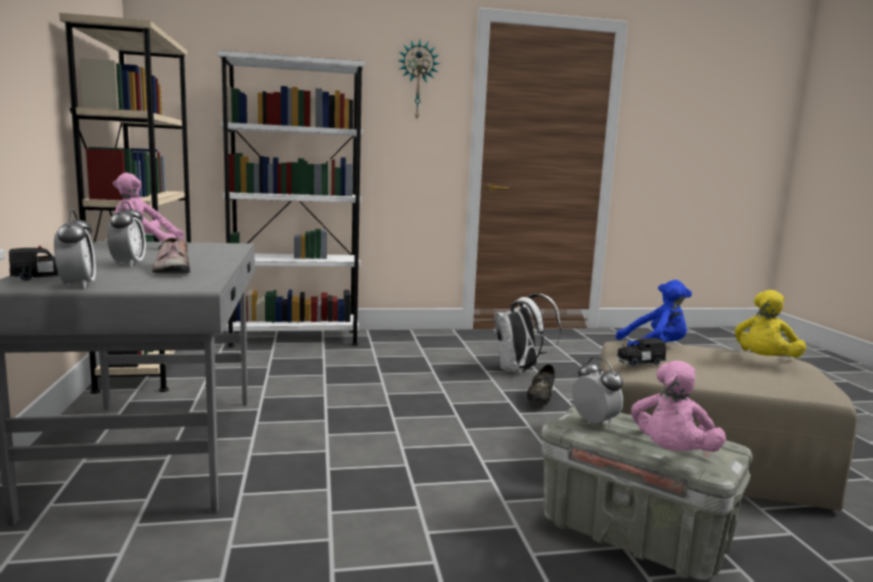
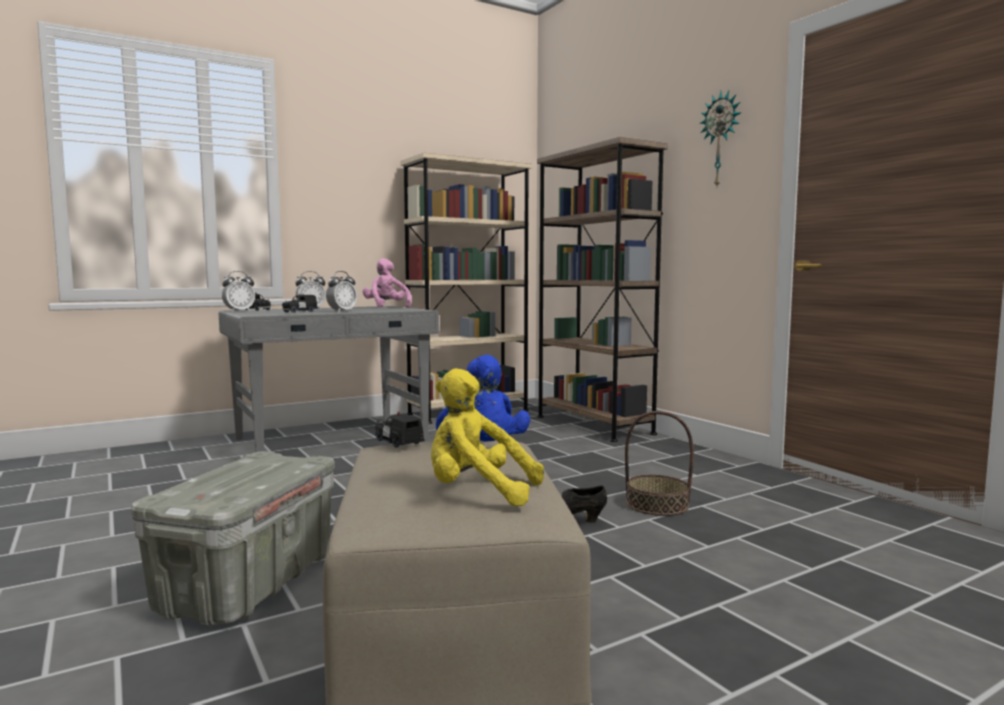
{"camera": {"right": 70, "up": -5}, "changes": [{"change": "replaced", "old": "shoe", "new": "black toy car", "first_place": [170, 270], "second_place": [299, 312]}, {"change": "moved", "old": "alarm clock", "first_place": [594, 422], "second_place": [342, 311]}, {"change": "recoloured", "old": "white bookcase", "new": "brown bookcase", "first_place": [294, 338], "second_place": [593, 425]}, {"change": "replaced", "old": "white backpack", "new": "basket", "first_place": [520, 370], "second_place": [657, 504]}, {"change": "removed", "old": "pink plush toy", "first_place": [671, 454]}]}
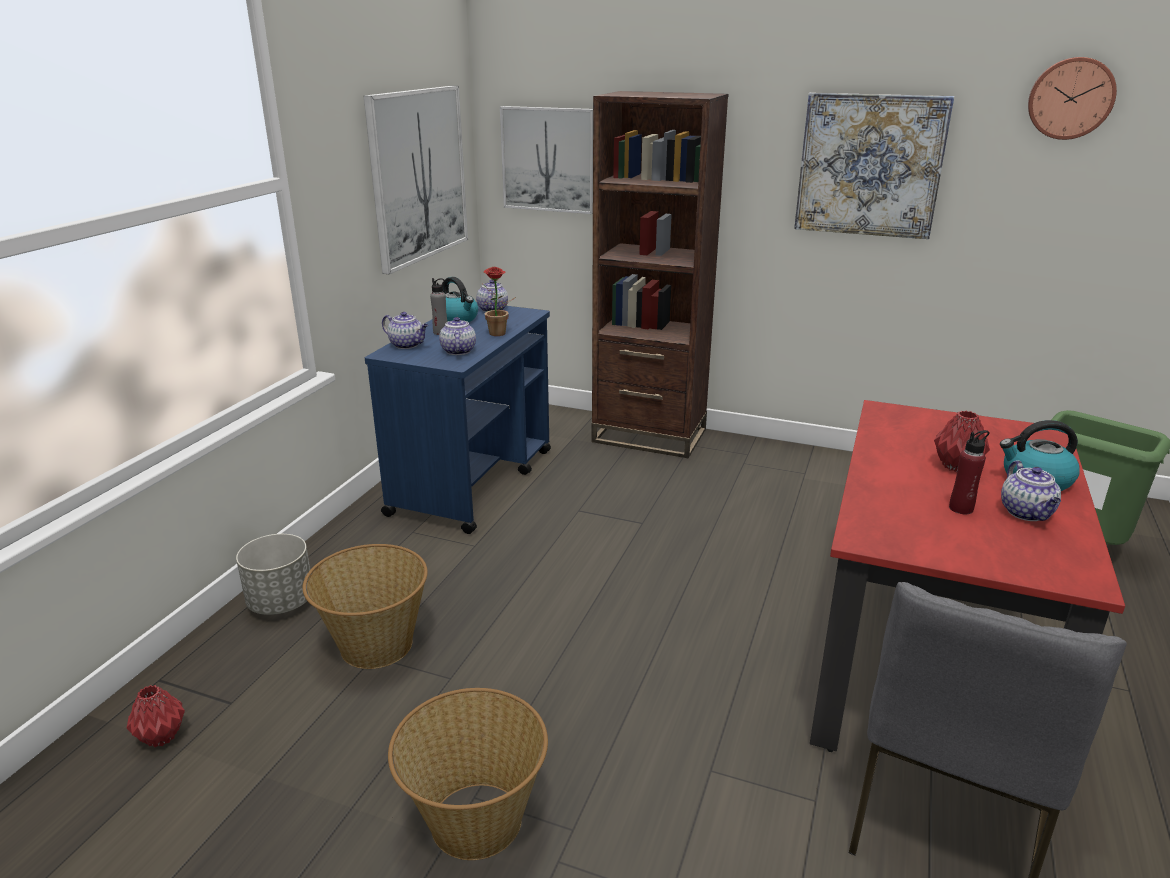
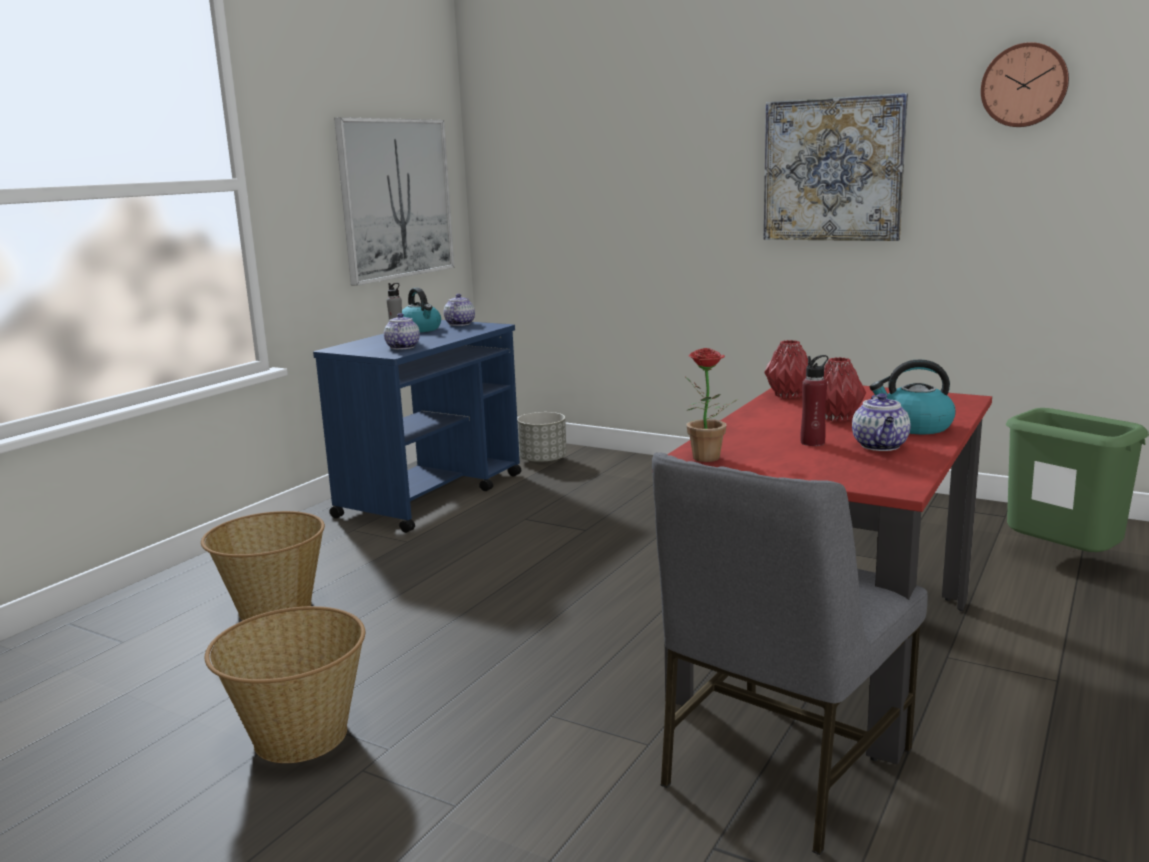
{"camera": {"right": 10, "up": -10}, "changes": [{"change": "moved", "old": "grey planter", "first_place": [281, 602], "second_place": [543, 461]}, {"change": "moved", "old": "potted plant", "first_place": [498, 334], "second_place": [708, 459]}, {"change": "moved", "old": "red vase", "first_place": [160, 737], "second_place": [787, 396]}, {"change": "removed", "old": "teapot", "first_place": [407, 345]}, {"change": "removed", "old": "picture", "first_place": [549, 159]}, {"change": "removed", "old": "brown bookcase", "first_place": [649, 436]}]}
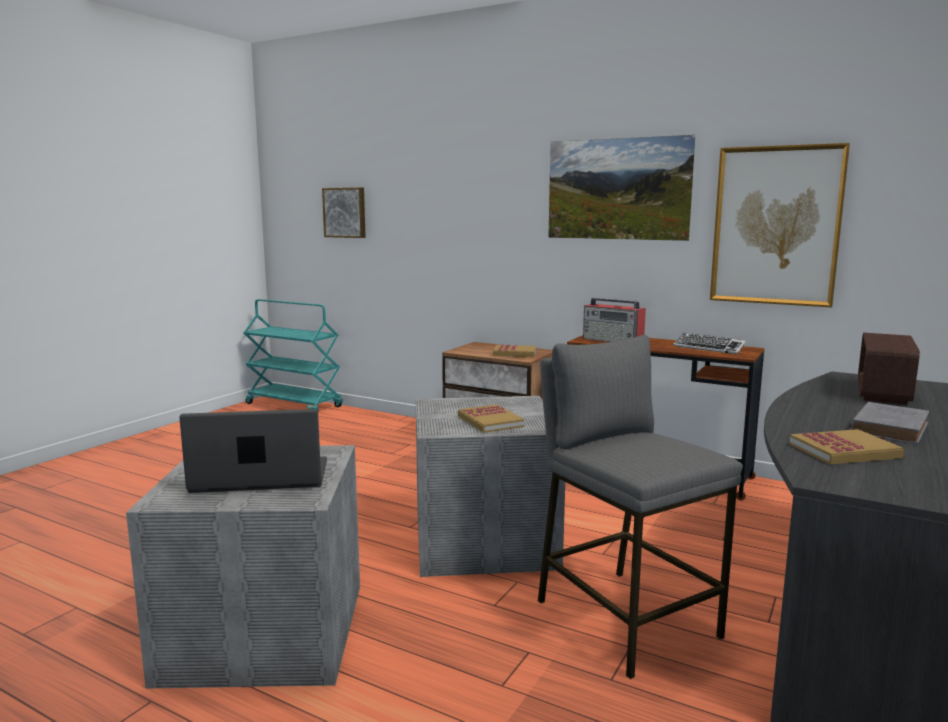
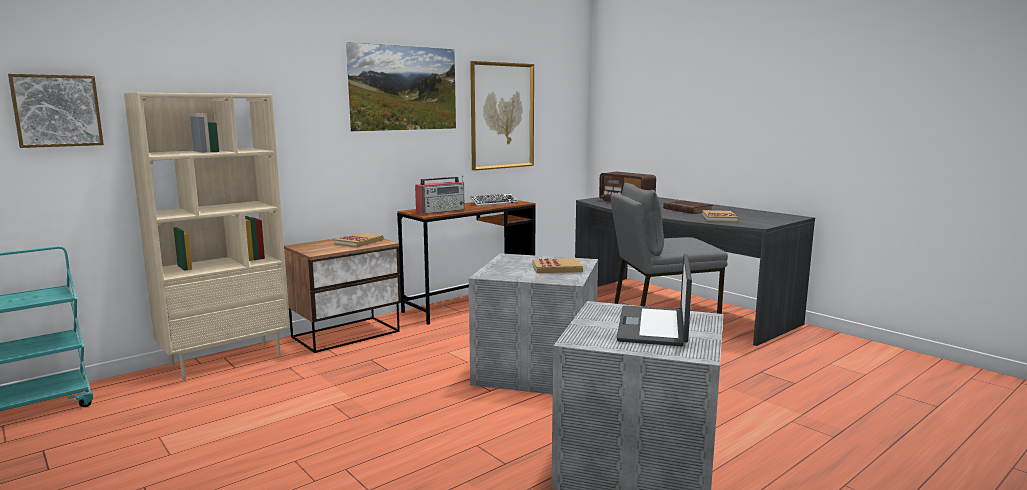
{"camera": {"right": -70, "up": 0}, "changes": [{"change": "added", "new": "beige bookcase", "second_place": [227, 360]}, {"change": "recoloured", "old": "grey book", "new": "brown book", "first_place": [889, 427], "second_place": [686, 210]}]}
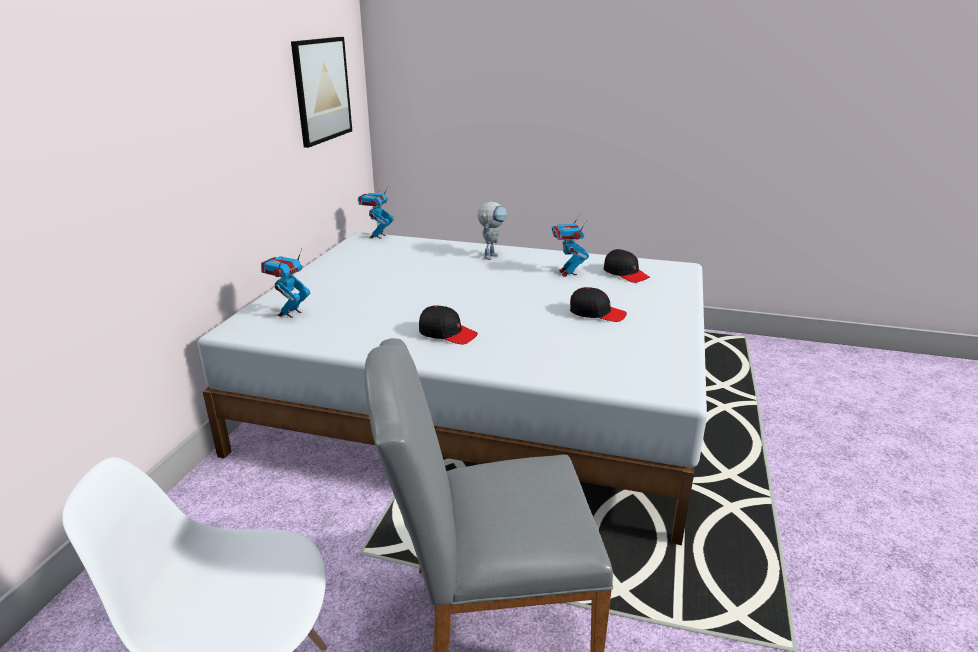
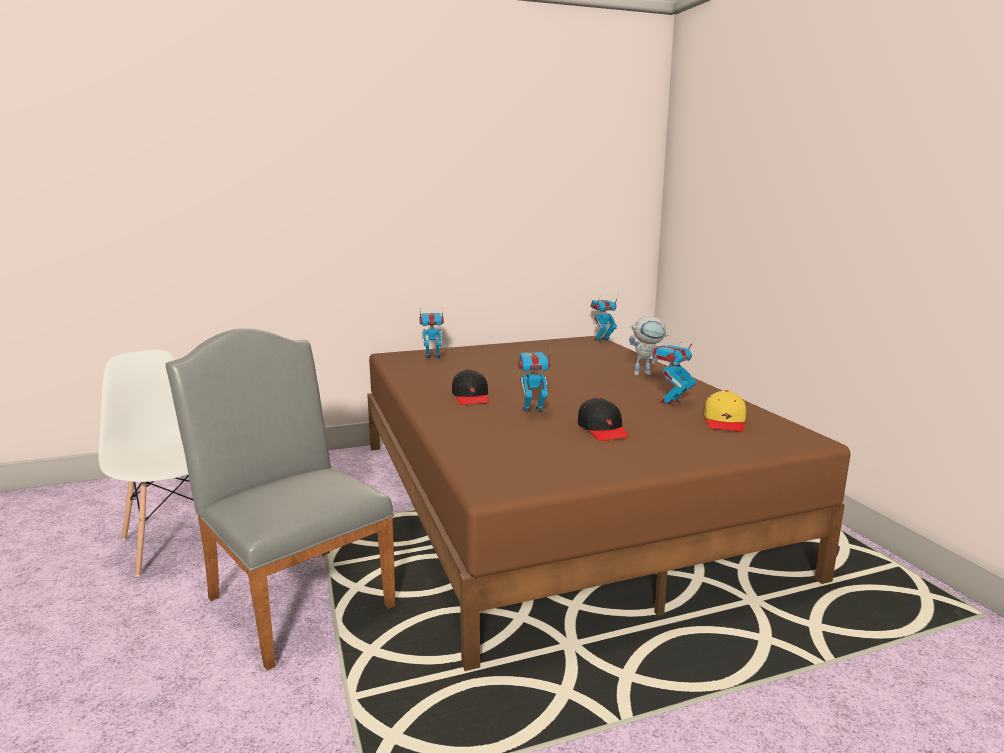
{"camera": {"right": 55, "up": -10}, "changes": [{"change": "recoloured", "old": "white bed", "new": "brown bed", "first_place": [480, 400], "second_place": [555, 501]}, {"change": "added", "new": "toy robot", "second_place": [532, 412]}, {"change": "recoloured", "old": "black cap", "new": "yellow cap", "first_place": [625, 273], "second_place": [725, 421]}, {"change": "removed", "old": "picture", "first_place": [322, 90]}]}
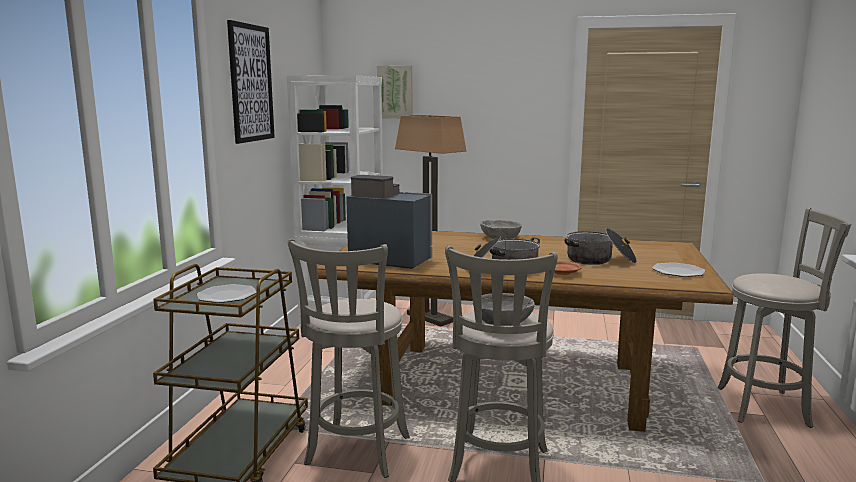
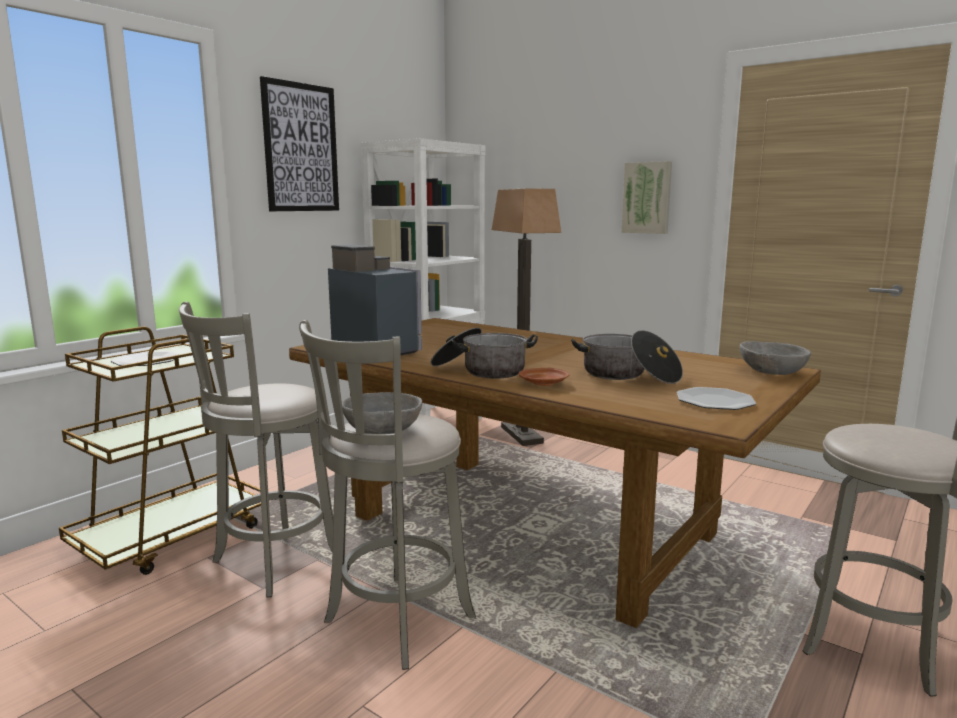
{"camera": {"right": 25, "up": 0}, "changes": [{"change": "moved", "old": "picture", "first_place": [395, 92], "second_place": [647, 198]}, {"change": "moved", "old": "grey bowl", "first_place": [500, 238], "second_place": [771, 372]}]}
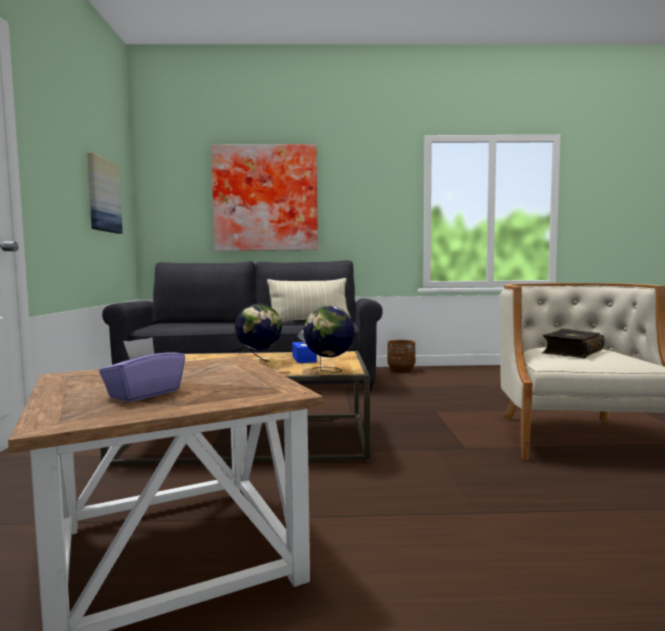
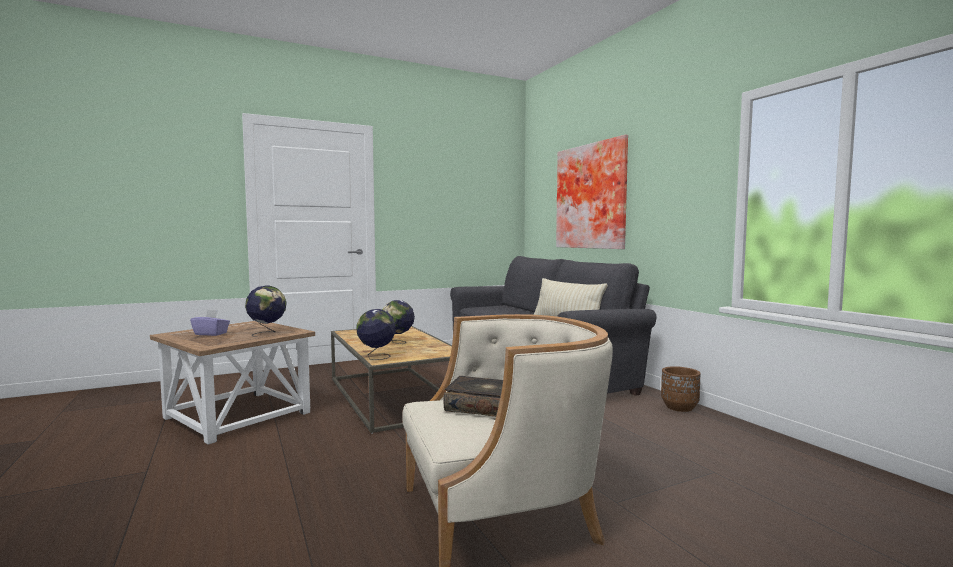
{"camera": {"right": 65, "up": 0}, "changes": [{"change": "added", "new": "globe", "second_place": [267, 333]}, {"change": "removed", "old": "picture", "first_place": [103, 195]}, {"change": "removed", "old": "blue tissue box", "first_place": [304, 359]}]}
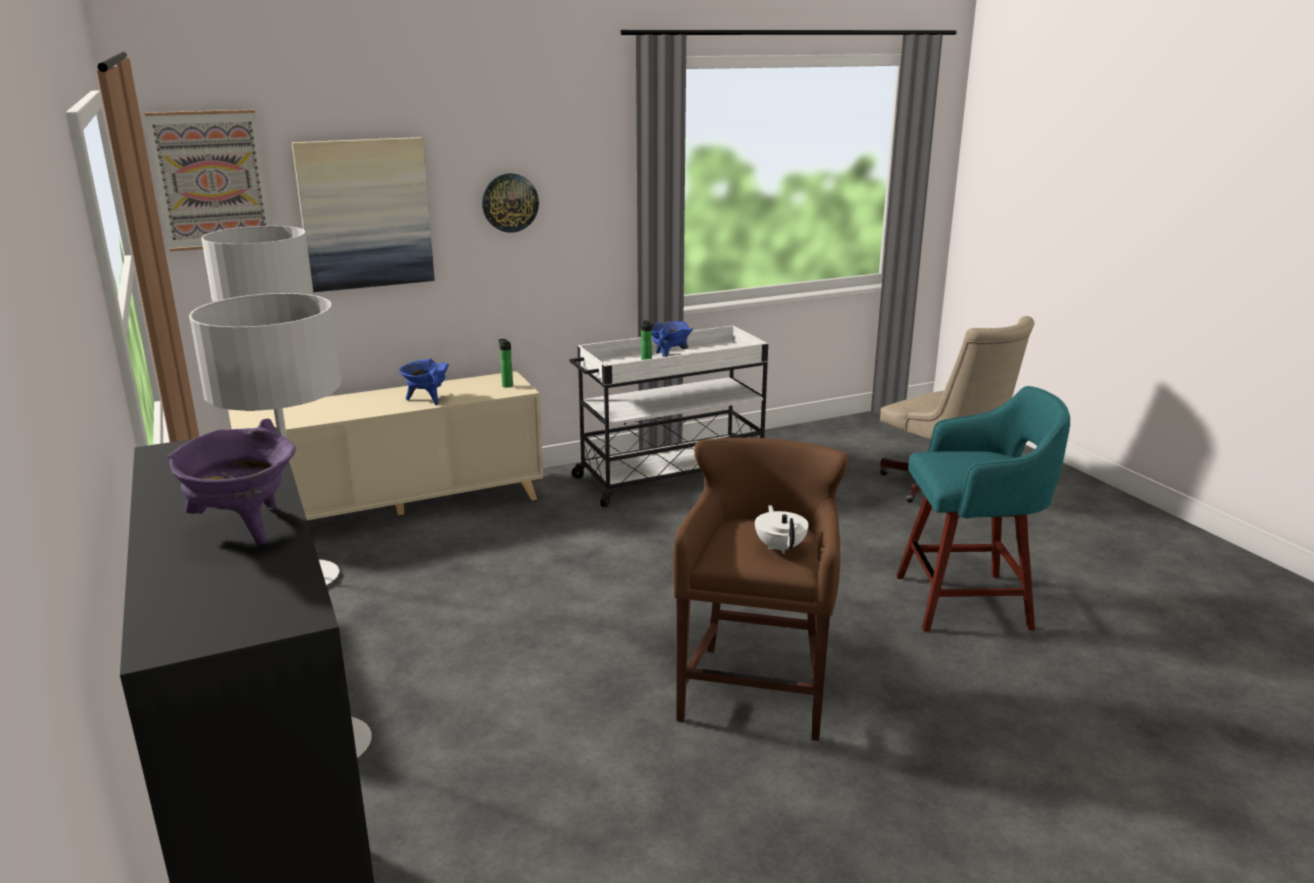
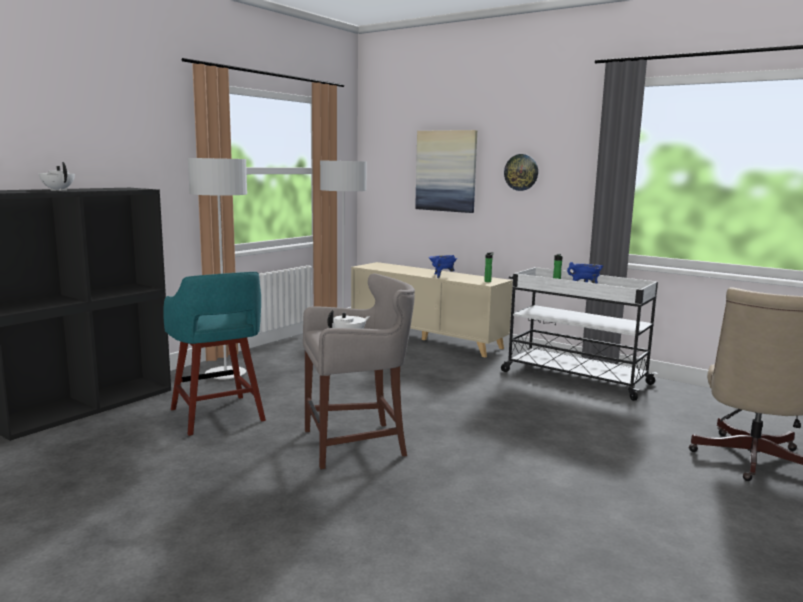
{"camera": {"right": 60, "up": -10}, "changes": [{"change": "replaced", "old": "purple cooking pot", "new": "white teapot", "first_place": [244, 528], "second_place": [58, 190]}, {"change": "moved", "old": "turquoise stool", "first_place": [967, 602], "second_place": [218, 416]}, {"change": "recoloured", "old": "brown stool", "new": "grey stool", "first_place": [756, 687], "second_place": [358, 443]}, {"change": "removed", "old": "picture", "first_place": [211, 180]}]}
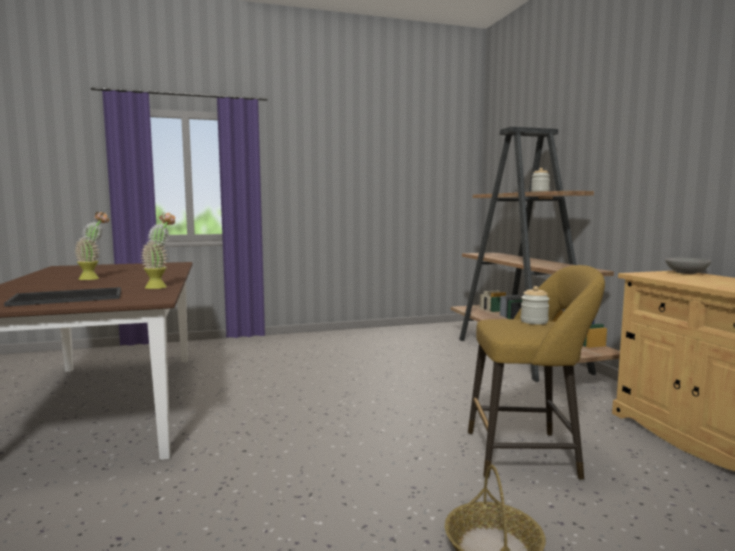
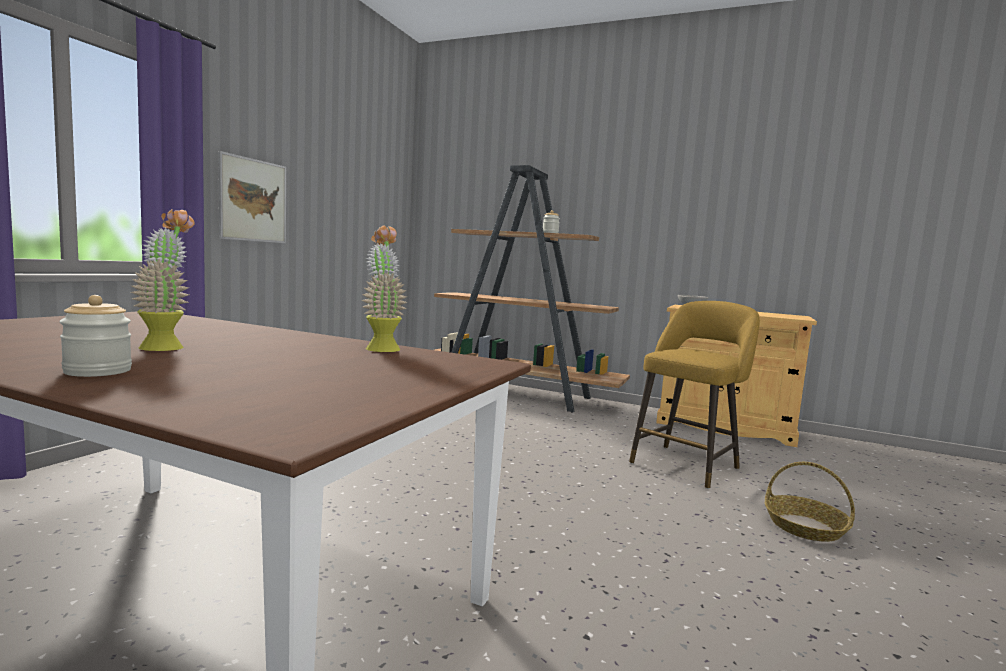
{"camera": {"right": -50, "up": 0}, "changes": [{"change": "moved", "old": "jar", "first_place": [534, 321], "second_place": [98, 371]}, {"change": "added", "new": "picture", "second_place": [253, 200]}, {"change": "removed", "old": "tray", "first_place": [66, 298]}]}
